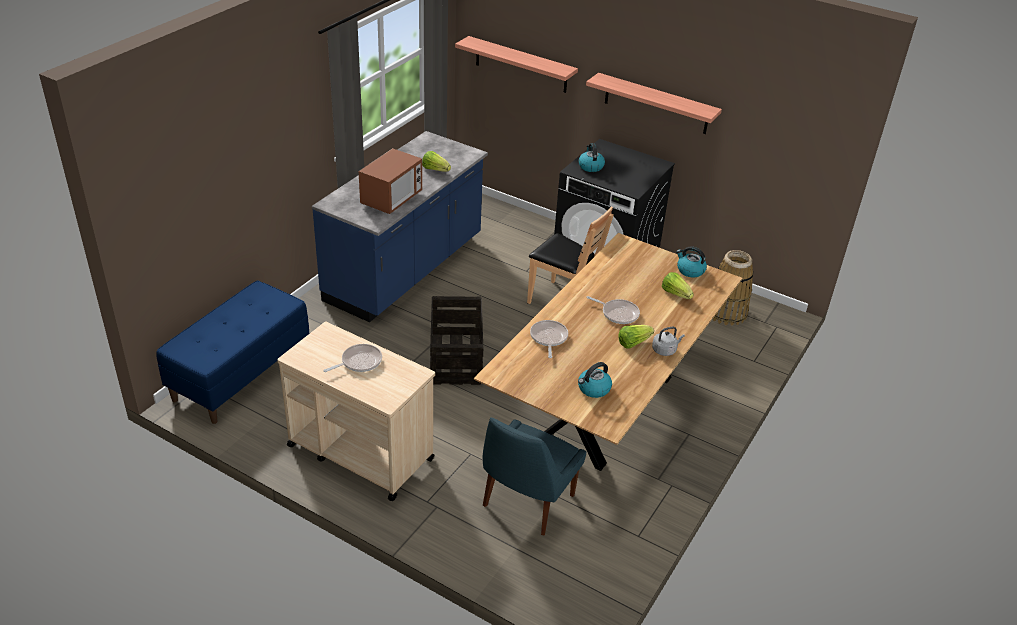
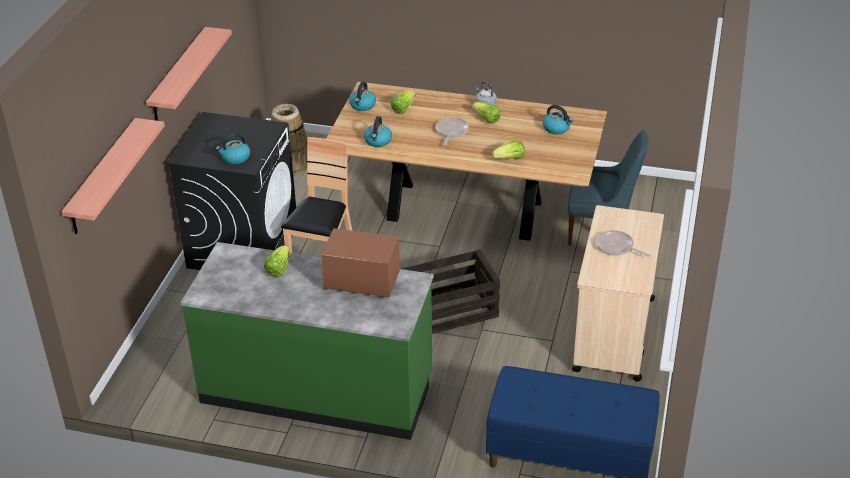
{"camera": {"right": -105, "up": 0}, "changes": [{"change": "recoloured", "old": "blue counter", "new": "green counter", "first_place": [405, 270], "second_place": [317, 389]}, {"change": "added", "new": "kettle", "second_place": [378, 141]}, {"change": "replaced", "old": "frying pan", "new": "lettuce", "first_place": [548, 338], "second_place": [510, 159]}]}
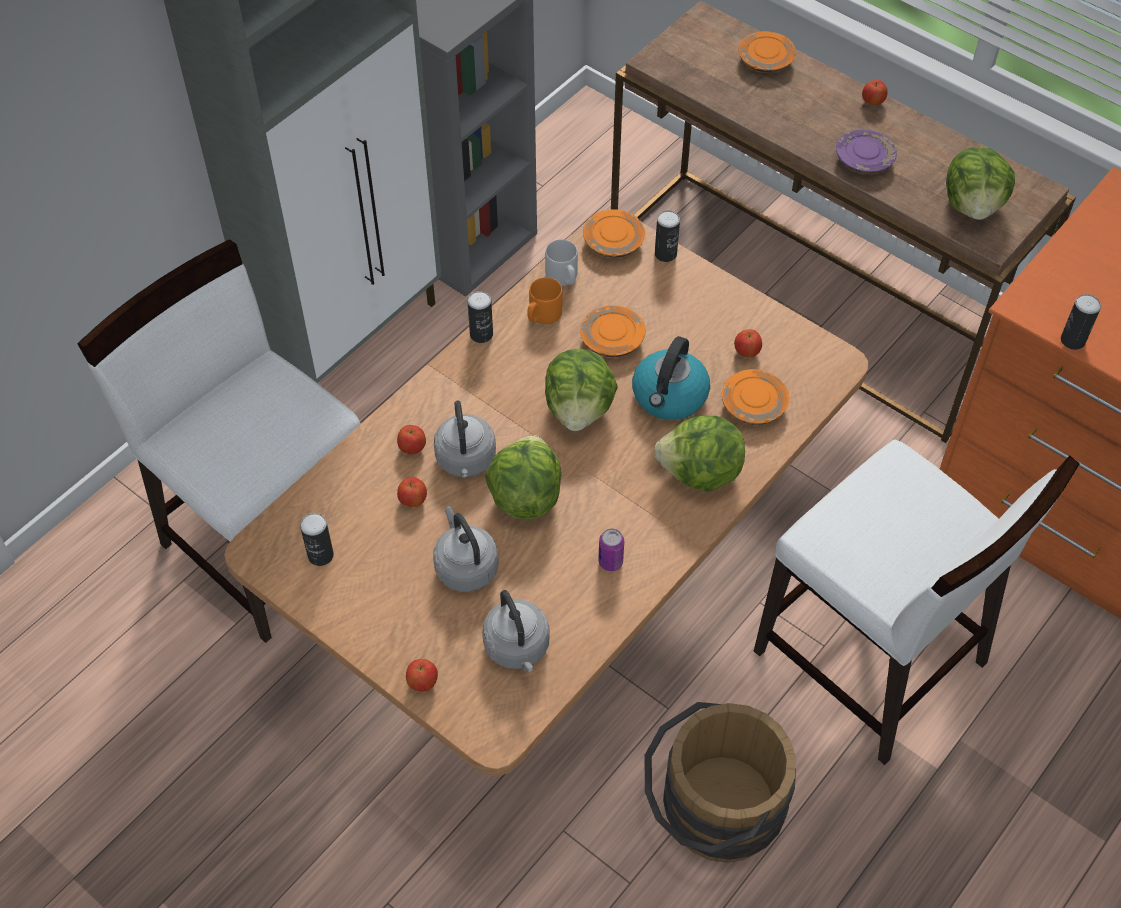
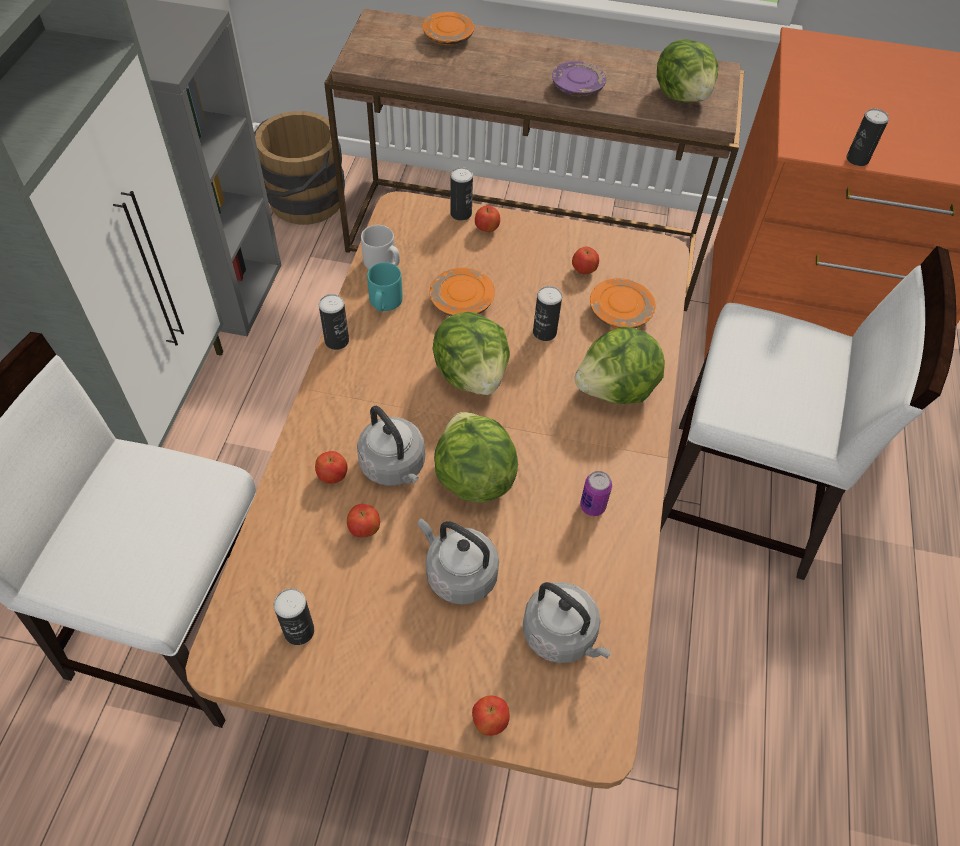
{"camera": {"right": -30, "up": 0}, "changes": [{"change": "moved", "old": "brown bucket", "first_place": [711, 813], "second_place": [300, 203]}, {"change": "recoloured", "old": "orange mug", "new": "turquoise mug", "first_place": [542, 315], "second_place": [384, 303]}, {"change": "moved", "old": "apple", "first_place": [872, 102], "second_place": [487, 229]}, {"change": "replaced", "old": "kettle", "new": "can", "first_place": [669, 397], "second_place": [544, 332]}, {"change": "removed", "old": "orange plate", "first_place": [613, 242]}]}
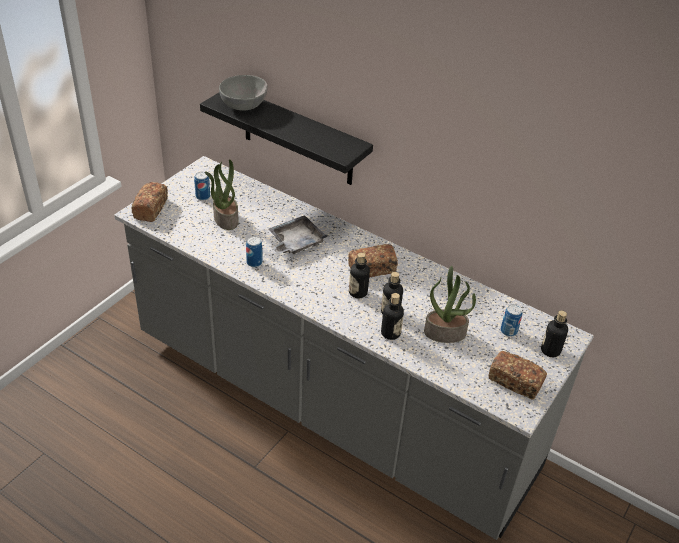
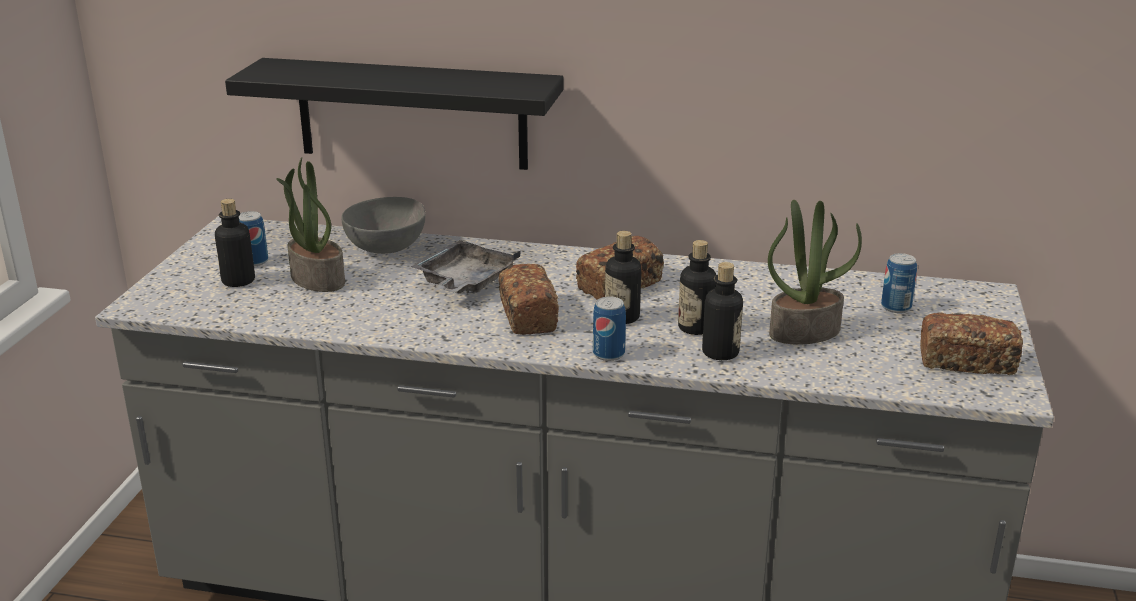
{"camera": {"right": -20, "up": -15}, "changes": [{"change": "moved", "old": "bottle", "first_place": [550, 350], "second_place": [238, 281]}, {"change": "moved", "old": "grey bowl", "first_place": [245, 106], "second_place": [388, 248]}, {"change": "moved", "old": "bread", "first_place": [151, 209], "second_place": [527, 315]}, {"change": "moved", "old": "can", "first_place": [254, 262], "second_place": [608, 354]}]}
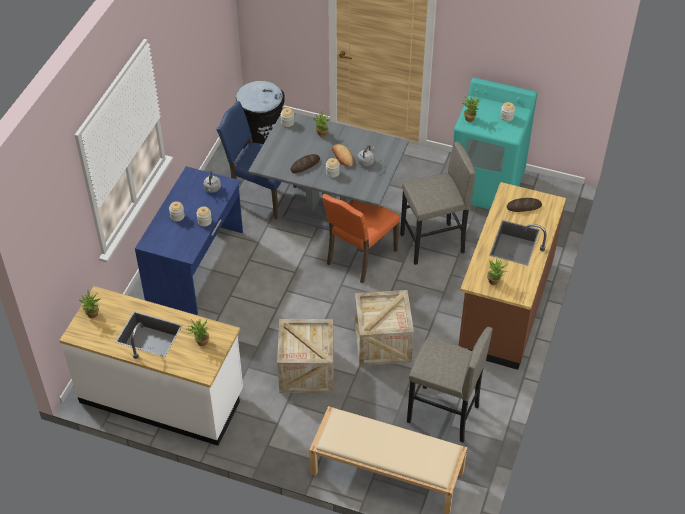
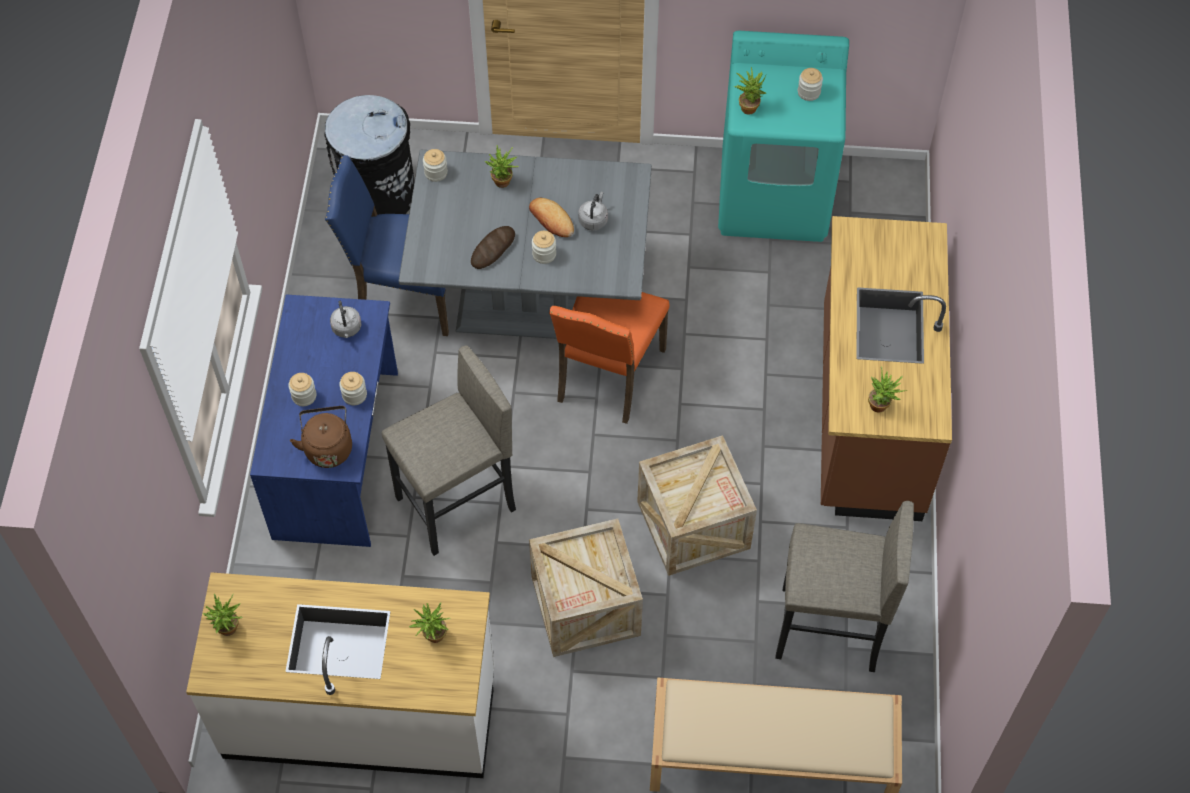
{"camera": {"right": -15, "up": 10}, "changes": [{"change": "added", "new": "brown kettle", "second_place": [328, 447]}, {"change": "moved", "old": "grey stool", "first_place": [432, 244], "second_place": [456, 504]}, {"change": "removed", "old": "bread", "first_place": [524, 206]}]}
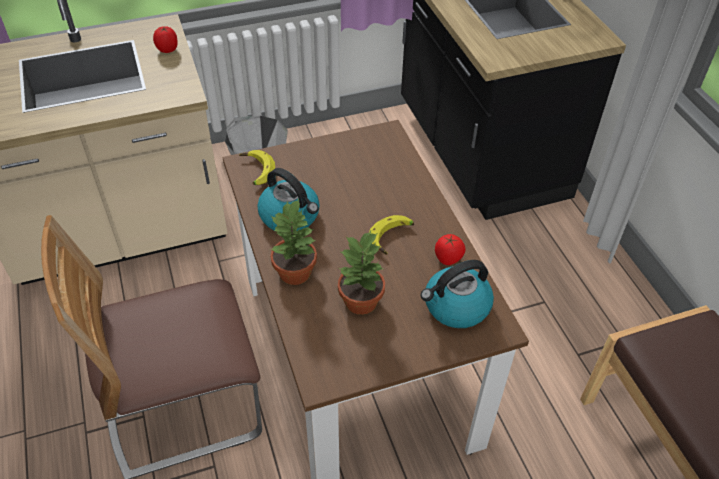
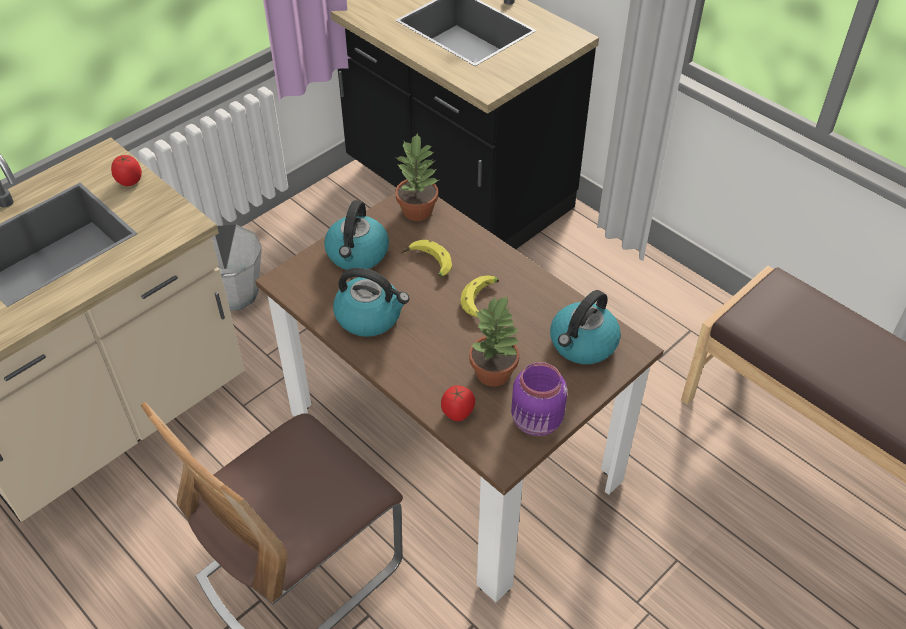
{"camera": {"right": -25, "up": 0}, "changes": [{"change": "added", "new": "kettle", "second_place": [357, 254]}, {"change": "moved", "old": "potted plant", "first_place": [296, 272], "second_place": [418, 210]}, {"change": "moved", "old": "banana", "first_place": [255, 172], "second_place": [427, 264]}, {"change": "moved", "old": "tomato", "first_place": [448, 259], "second_place": [458, 413]}, {"change": "added", "new": "purple jar", "second_place": [537, 422]}]}
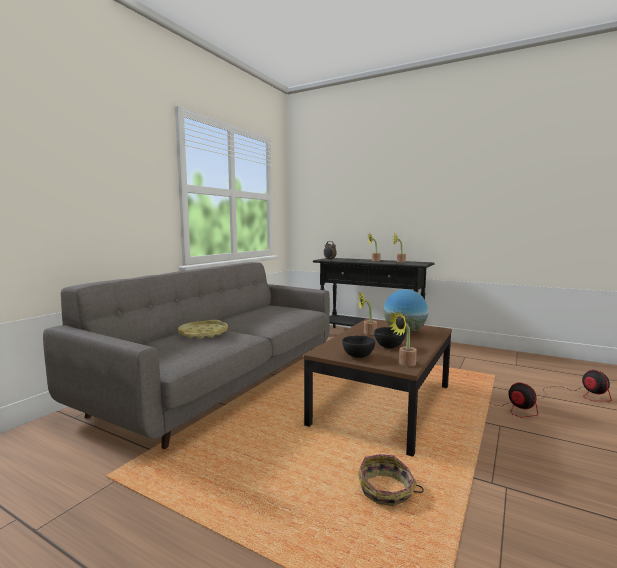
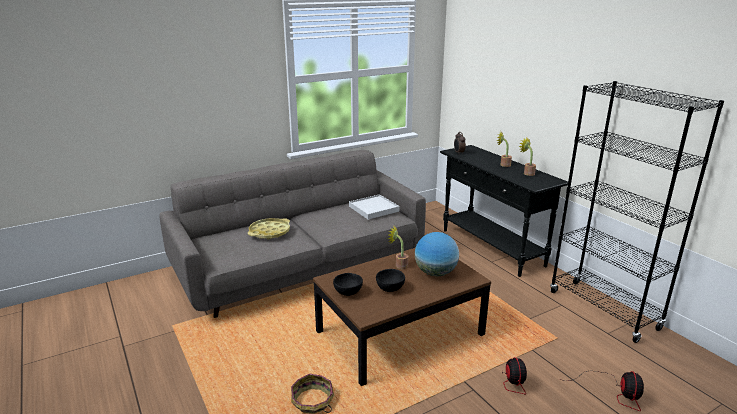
{"camera": {"right": 30, "up": 15}, "changes": [{"change": "added", "new": "white tray", "second_place": [373, 209]}, {"change": "added", "new": "black bookcase", "second_place": [603, 310]}, {"change": "removed", "old": "potted plant", "first_place": [404, 364]}]}
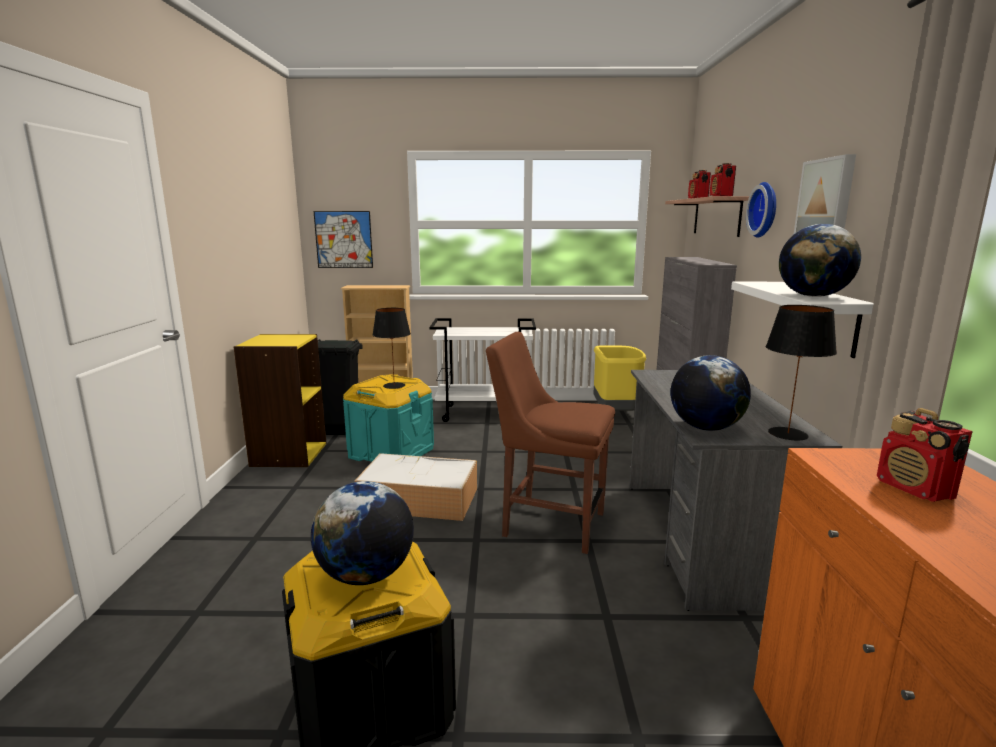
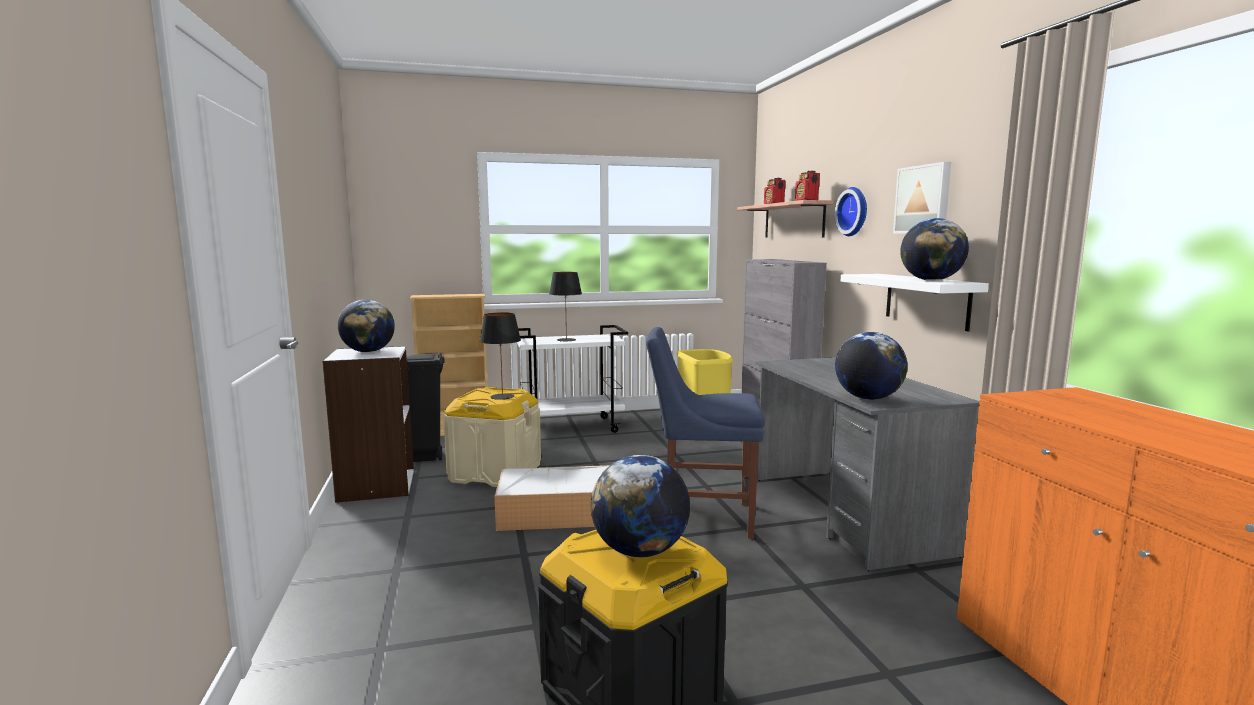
{"camera": {"right": -15, "up": -5}, "changes": [{"change": "recoloured", "old": "yellow bookcase", "new": "white bookcase", "first_place": [288, 454], "second_place": [375, 486]}, {"change": "added", "new": "globe", "second_place": [368, 351]}, {"change": "recoloured", "old": "turquoise storage box", "new": "beige storage box", "first_place": [391, 453], "second_place": [495, 473]}, {"change": "moved", "old": "black table lamp", "first_place": [787, 434], "second_place": [566, 340]}, {"change": "recoloured", "old": "brown chair", "new": "blue chair", "first_place": [549, 523], "second_place": [701, 517]}, {"change": "removed", "old": "picture", "first_place": [343, 239]}, {"change": "removed", "old": "radio", "first_place": [915, 490]}]}
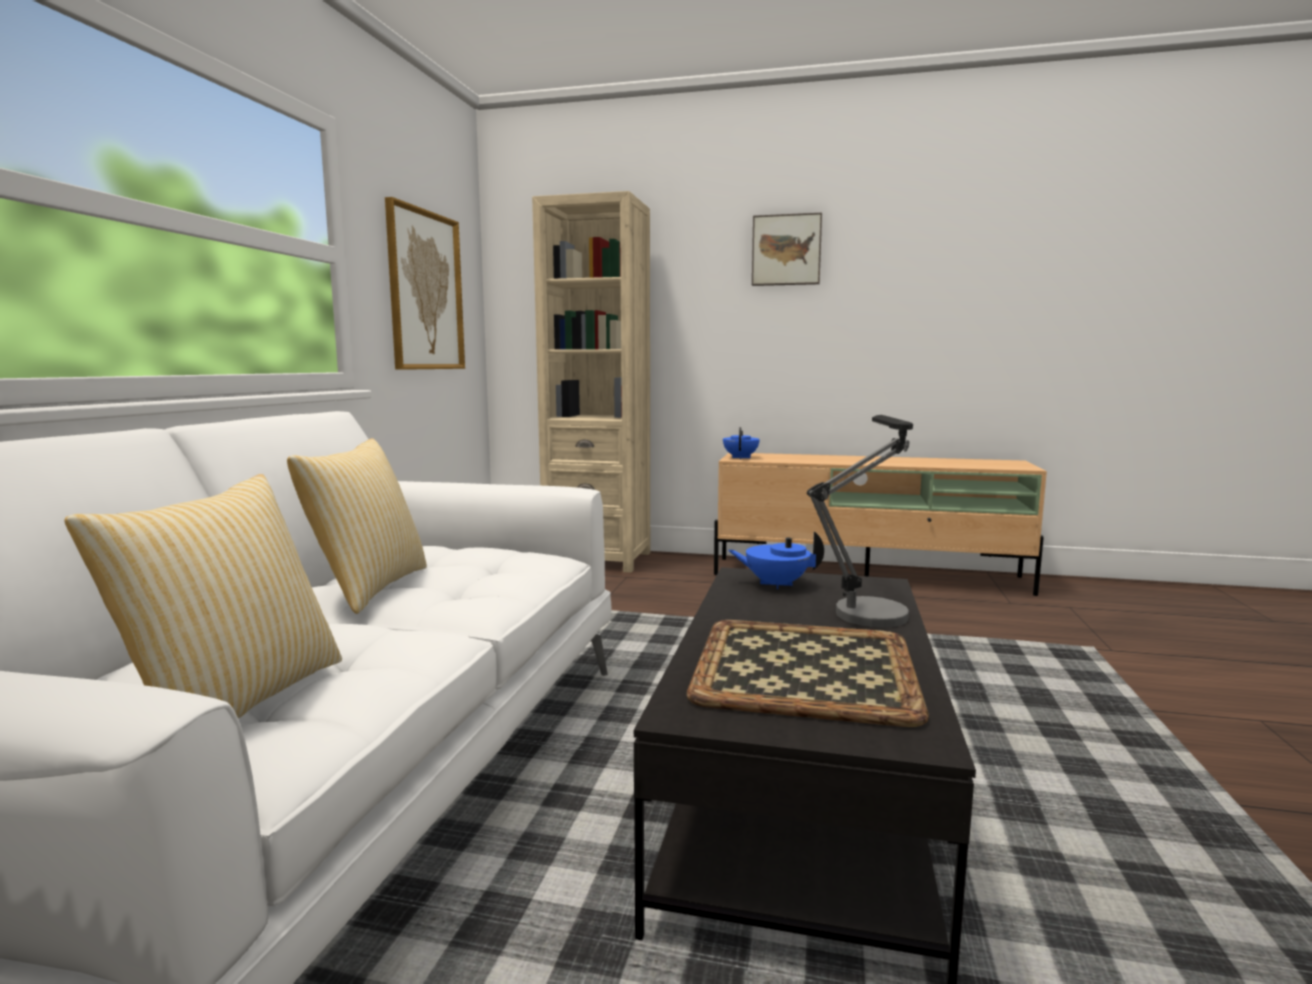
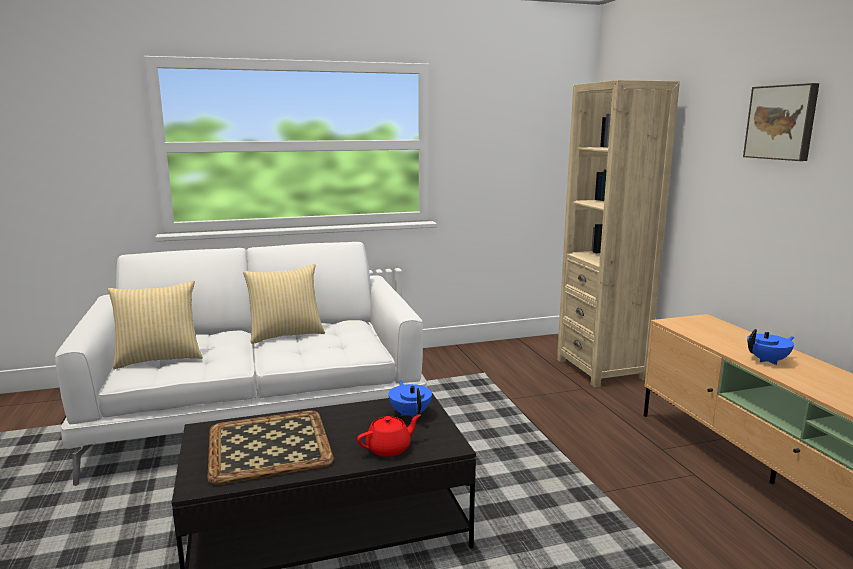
{"camera": {"right": 60, "up": 5}, "changes": [{"change": "replaced", "old": "table lamp", "new": "red teapot", "first_place": [870, 608], "second_place": [389, 448]}, {"change": "moved", "old": "blue teapot", "first_place": [741, 457], "second_place": [768, 360]}, {"change": "removed", "old": "picture", "first_place": [425, 291]}]}
